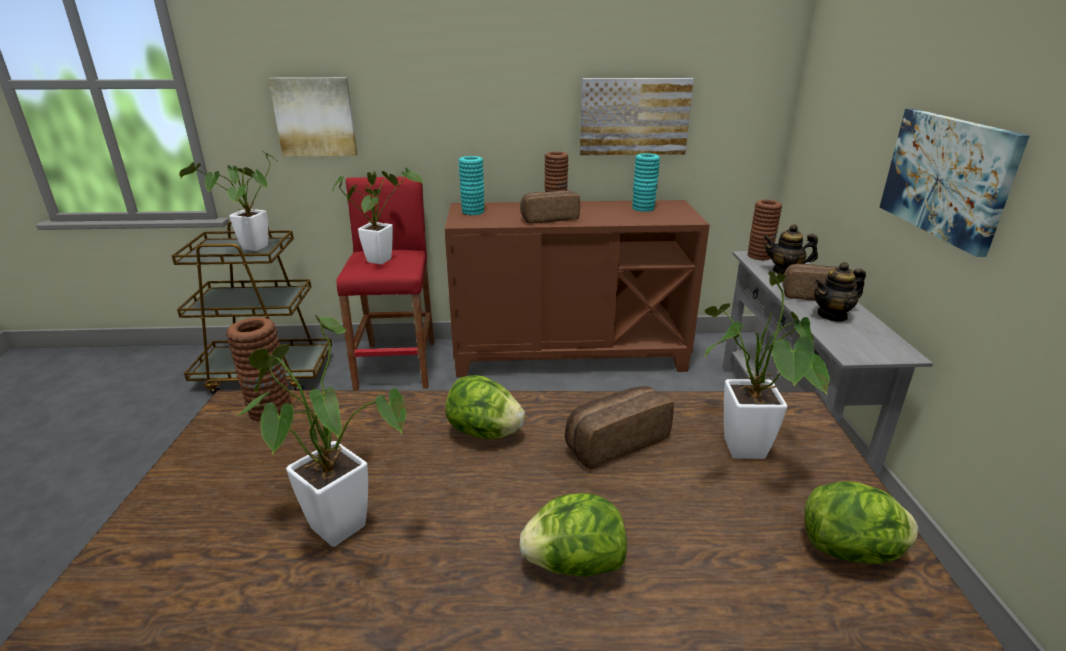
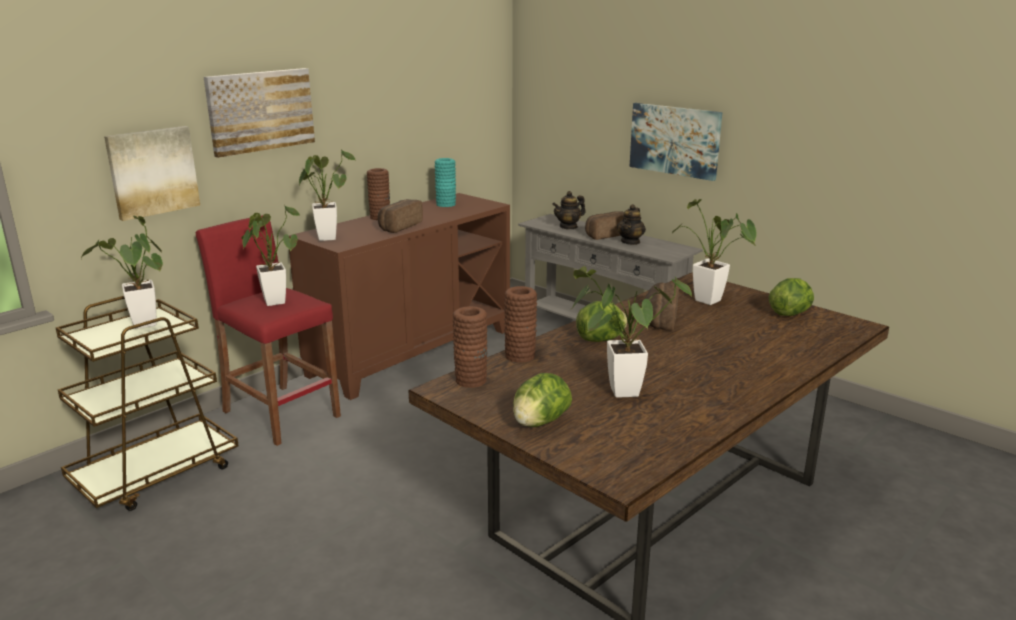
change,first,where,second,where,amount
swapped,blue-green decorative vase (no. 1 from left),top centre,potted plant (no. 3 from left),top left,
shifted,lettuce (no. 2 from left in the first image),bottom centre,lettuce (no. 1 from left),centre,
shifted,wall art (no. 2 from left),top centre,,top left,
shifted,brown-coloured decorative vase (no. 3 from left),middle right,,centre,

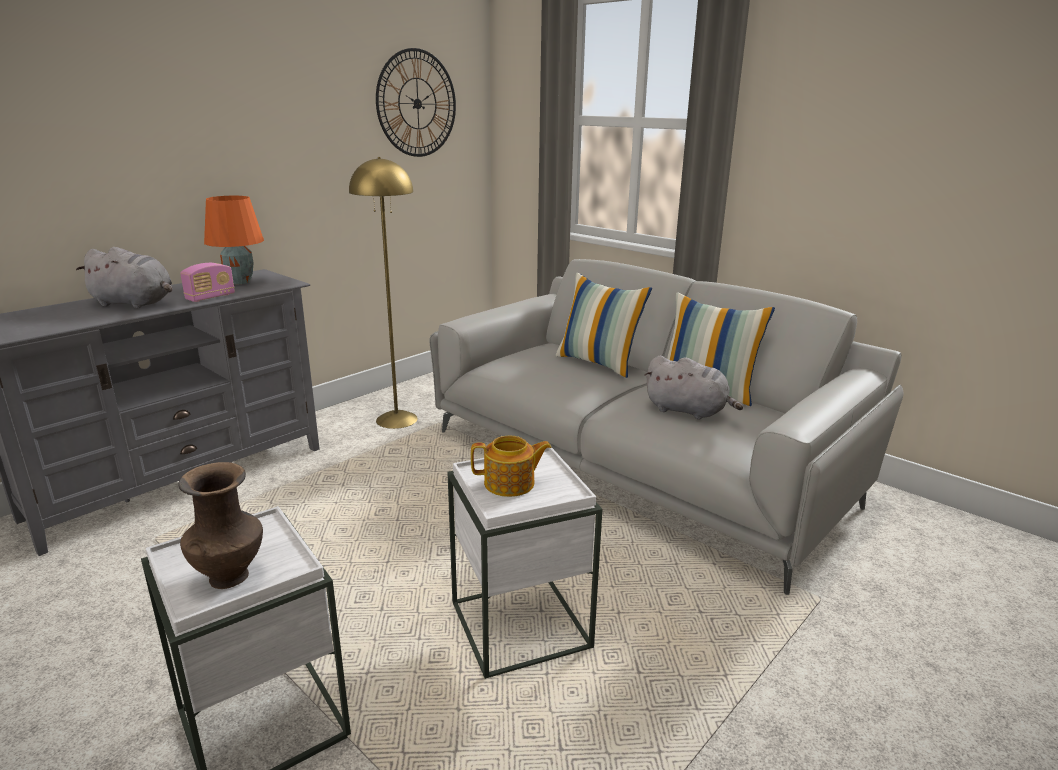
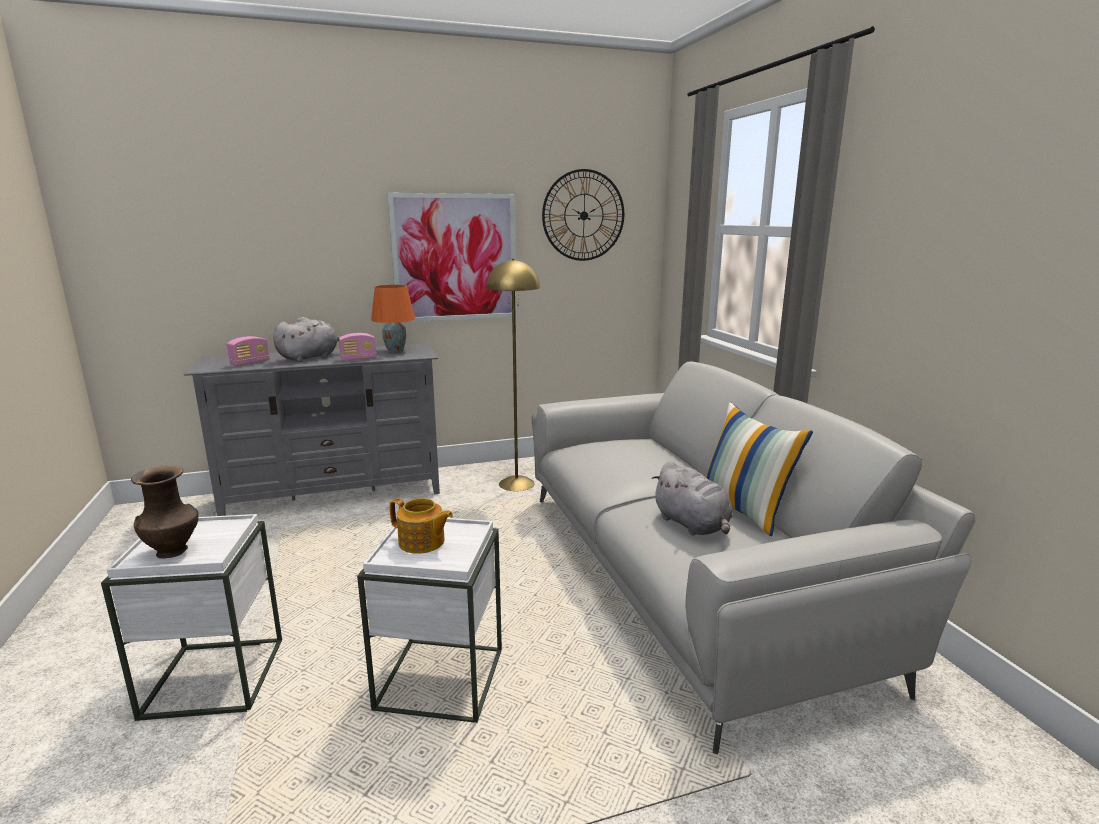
change,first,where,second,where,amount
rotated,grey plush toy (no. 1 from left),middle left,,middle left,90 degrees counterclockwise
gone,cushion (no. 1 from left),centre,,,
new,,,radio set (no. 1 from left),middle left,
new,,,wall art,top centre,

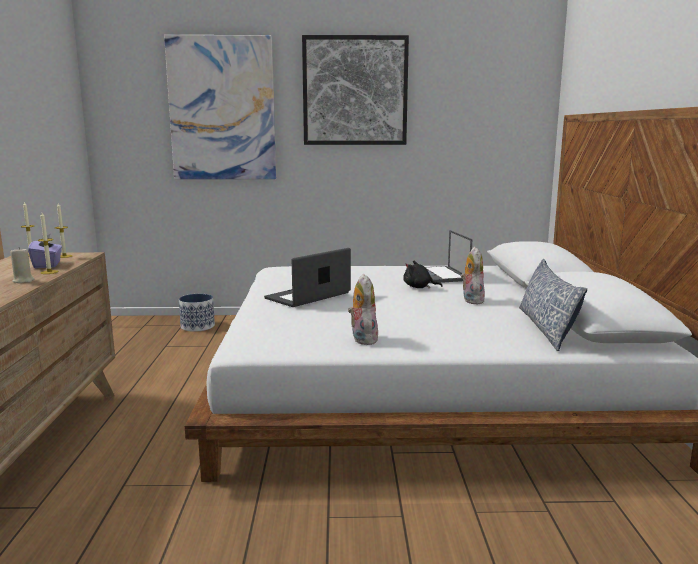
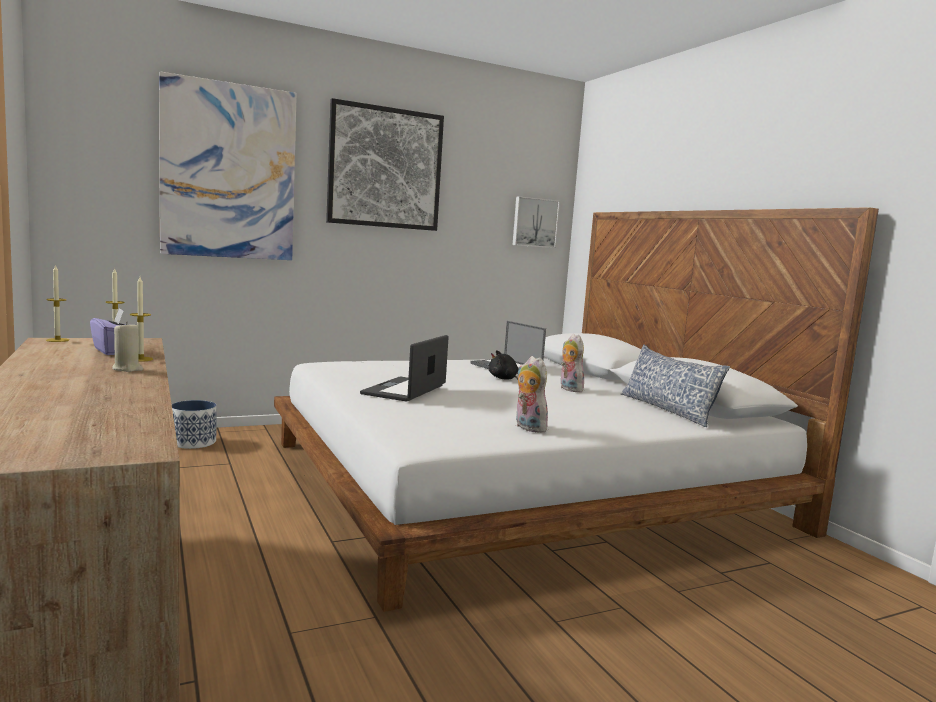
change,first,where,second,where,amount
new,,,wall art (no. 3 from left),top centre,

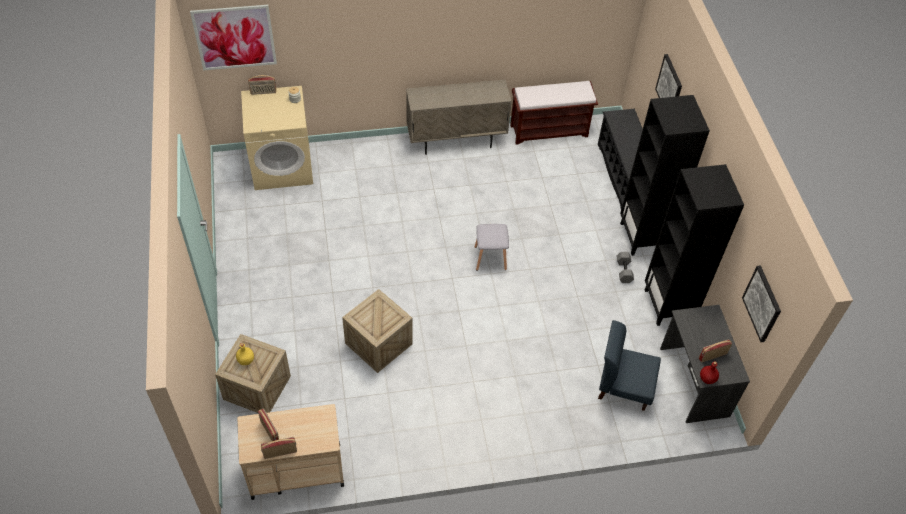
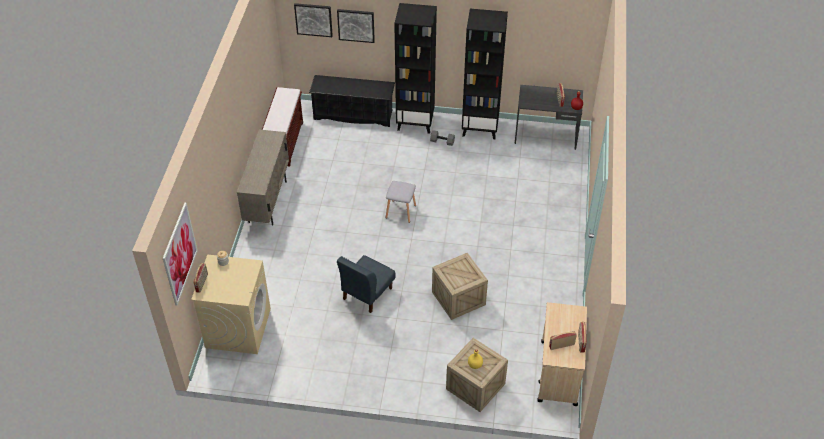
change,first,where,second,where,amount
shifted,blue-coloured upright chair,bottom right,,centre,
shifted,wall art (no. 3 from left in the first image),middle right,wall art (no. 2 from left),top centre,

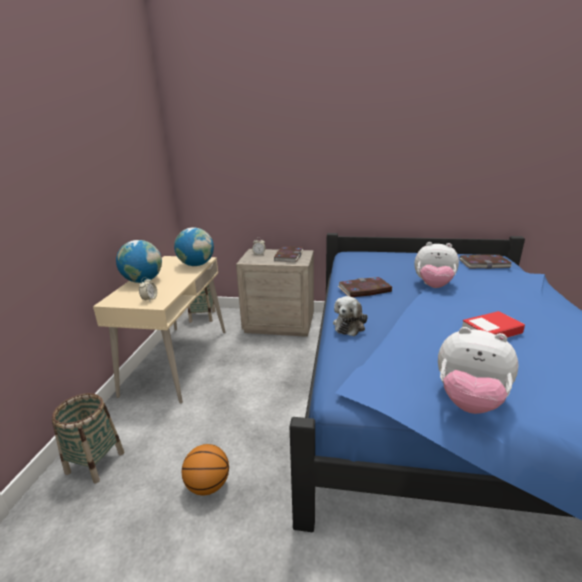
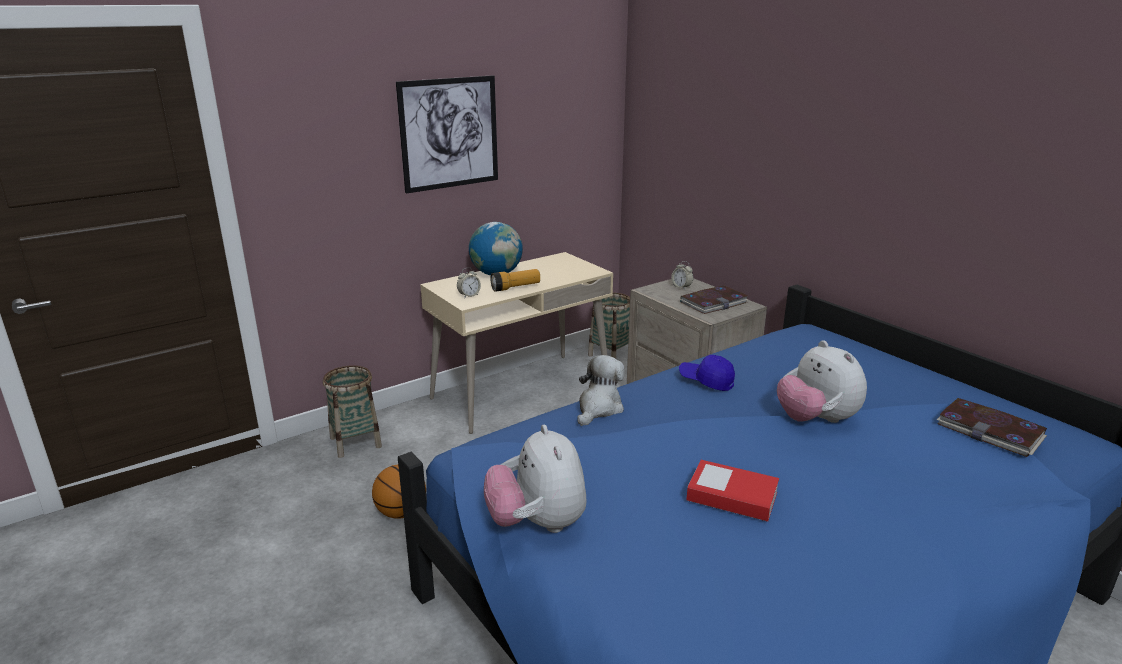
change,first,where,second,where,amount
gone,desk globe (no. 2 from left),centre,,,
rotated,plush toy (no. 1 from left in the first image),centre,plush toy (no. 2 from left),centre,135 degrees clockwise
swapped,bound book (no. 2 from left),centre,blue-coloured baseball cap,centre,
new,,,wall art,top centre,
new,,,torch,centre,

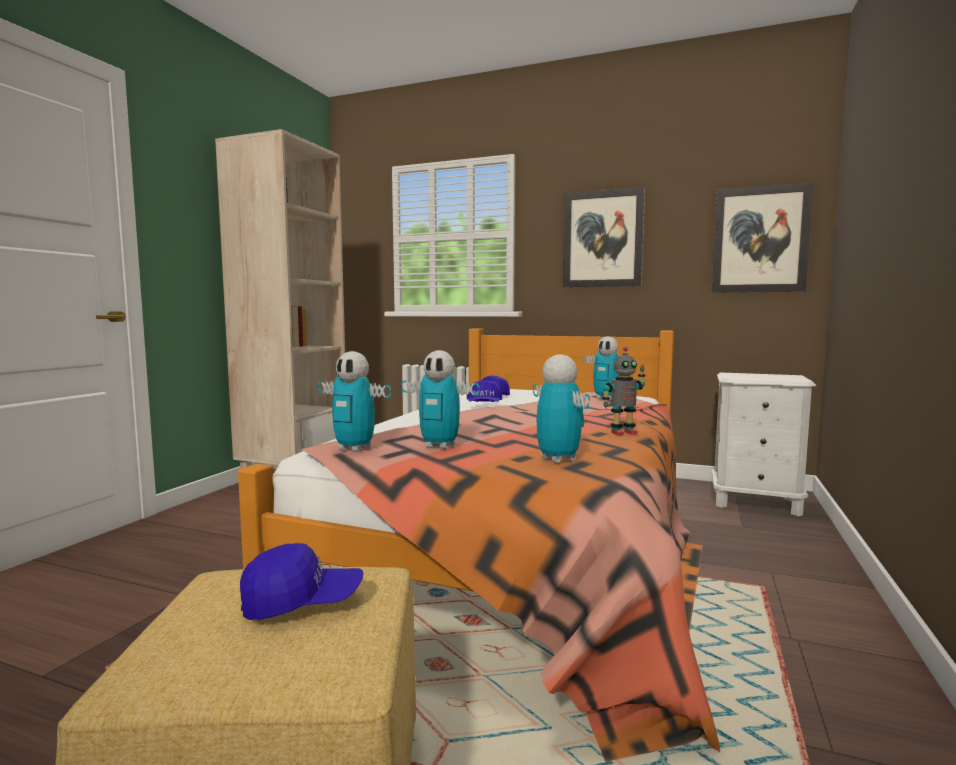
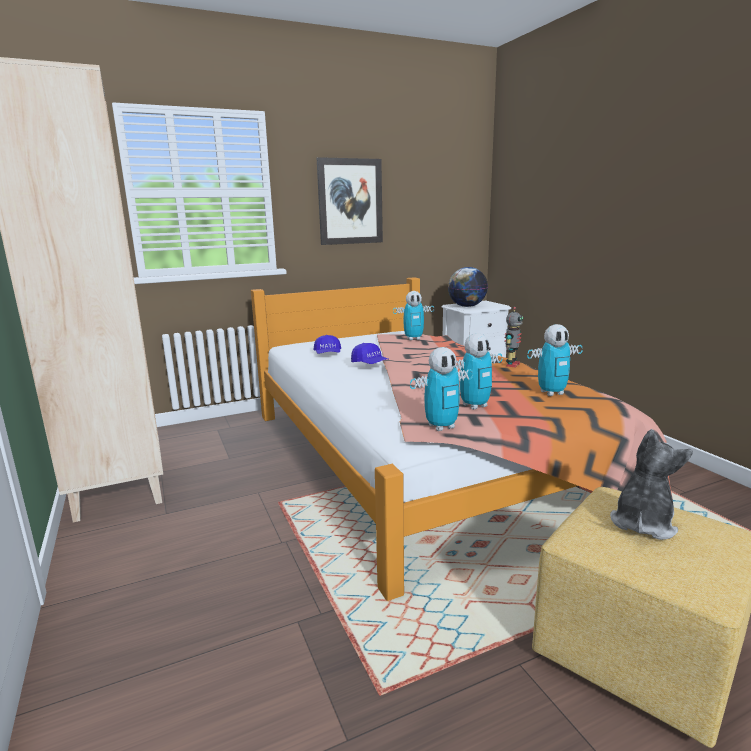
change,first,where,second,where,amount
swapped,blue-coloured baseball cap (no. 1 from left),bottom left,plush toy,middle right,
rotated,toy robot (no. 3 from left in the first image),centre,toy robot (no. 5 from left),middle right,150 degrees clockwise
gone,wall art (no. 2 from left),top right,,,
new,,,desk globe,centre,

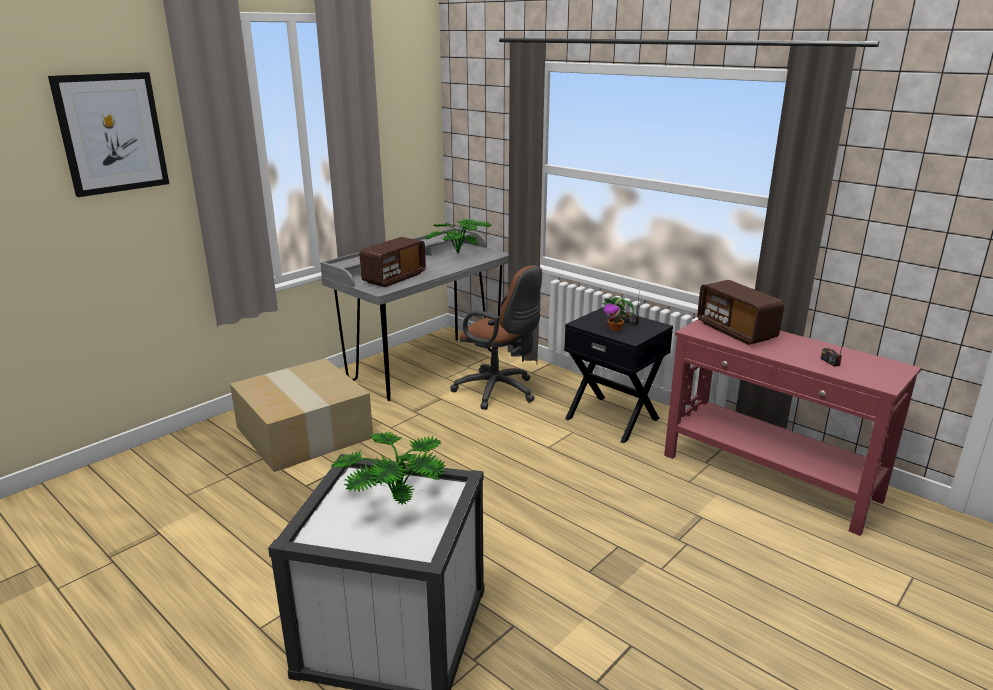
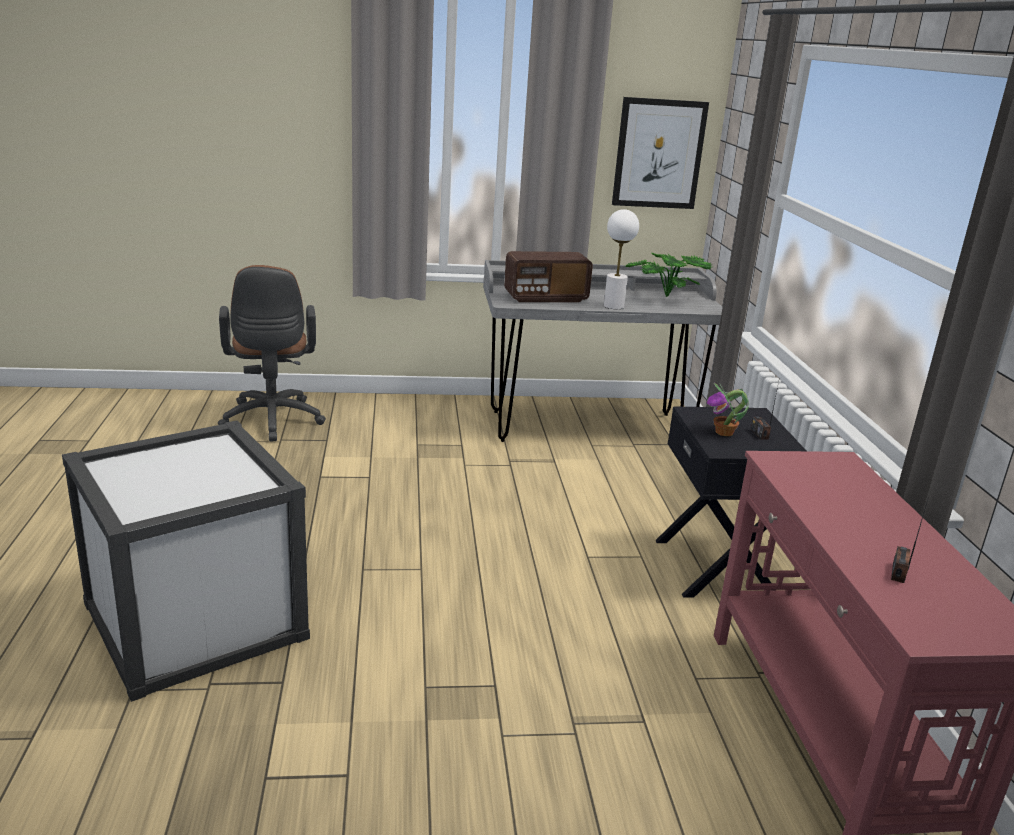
change,first,where,second,where,amount
shifted,wall art,top left,,top centre,
gone,cardboard box,middle left,,,
gone,potted plant (no. 1 from left),bottom centre,,,
shifted,brown-coloured office chair,centre,,middle left,
gone,radio set (no. 3 from left),middle right,,,
new,,,white-coloured table lamp,top centre,

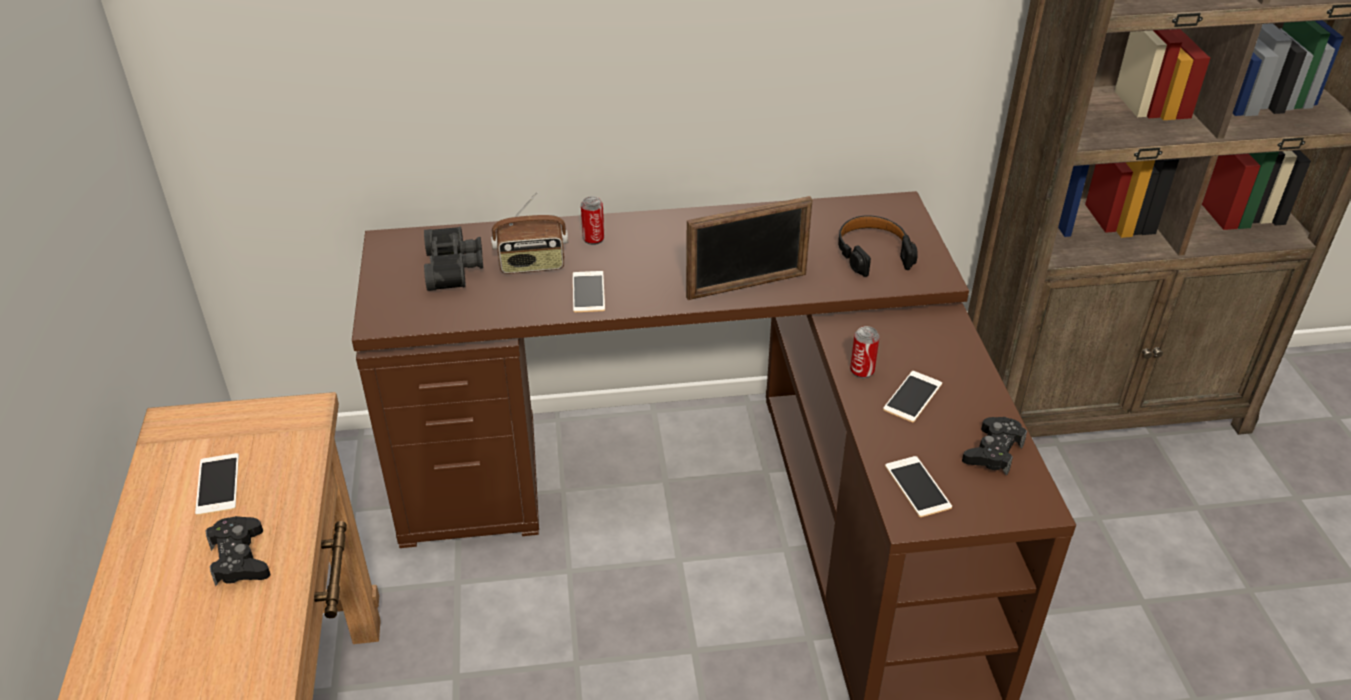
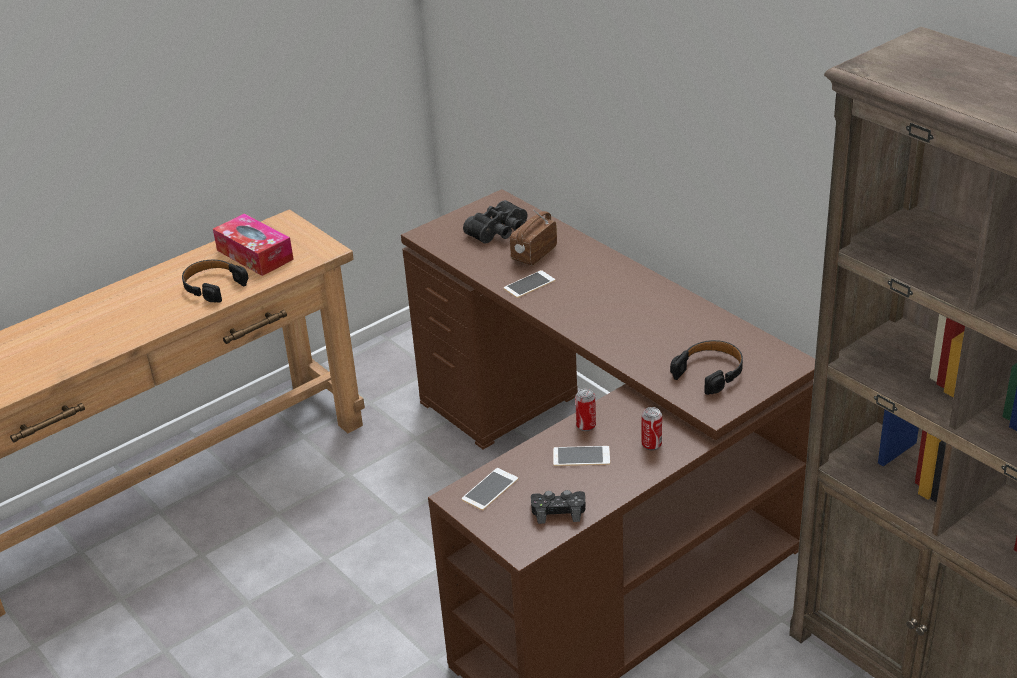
change,first,where,second,where,amount
swapped,telephone (no. 1 from left),bottom left,box of tissues,middle left,
swapped,blackish gamepad (no. 1 from left),bottom left,blackish pair of headphones (no. 1 from left),middle left,
rotated,radio set,top centre,,centre,75 degrees clockwise
shifted,metal can (no. 1 from left in the first image),top centre,metal can (no. 2 from left),centre,
gone,picture frame,centre,,,

